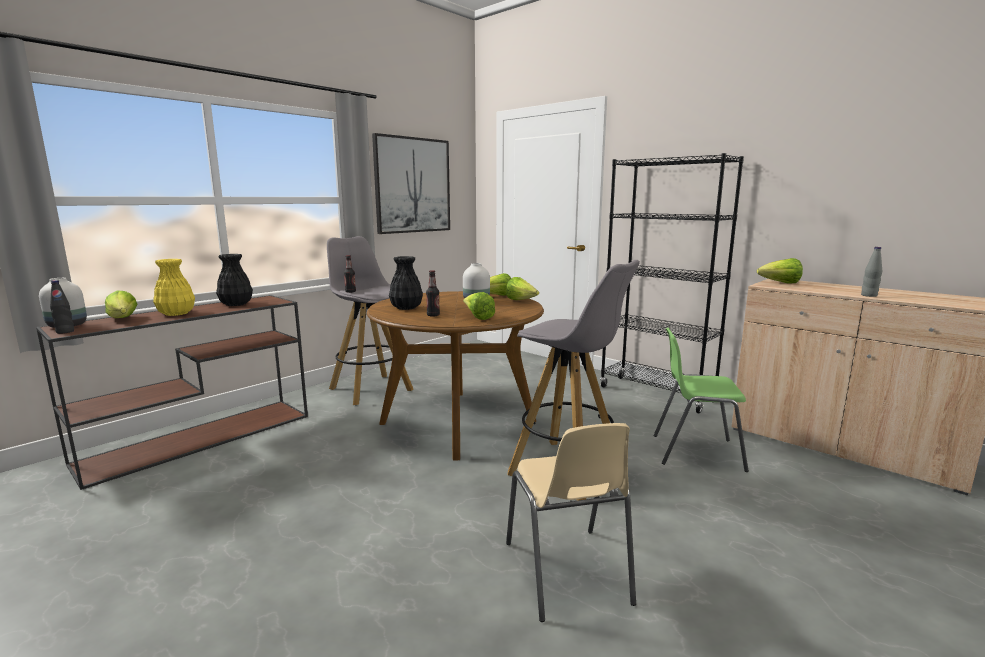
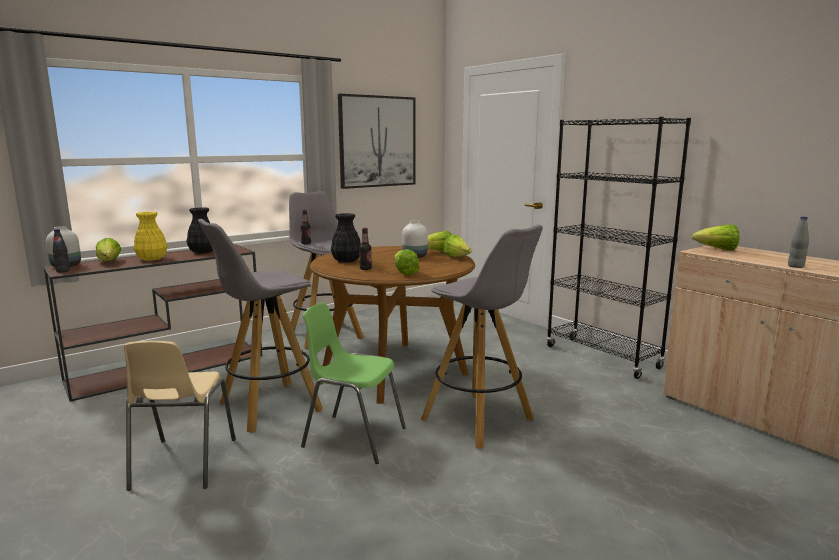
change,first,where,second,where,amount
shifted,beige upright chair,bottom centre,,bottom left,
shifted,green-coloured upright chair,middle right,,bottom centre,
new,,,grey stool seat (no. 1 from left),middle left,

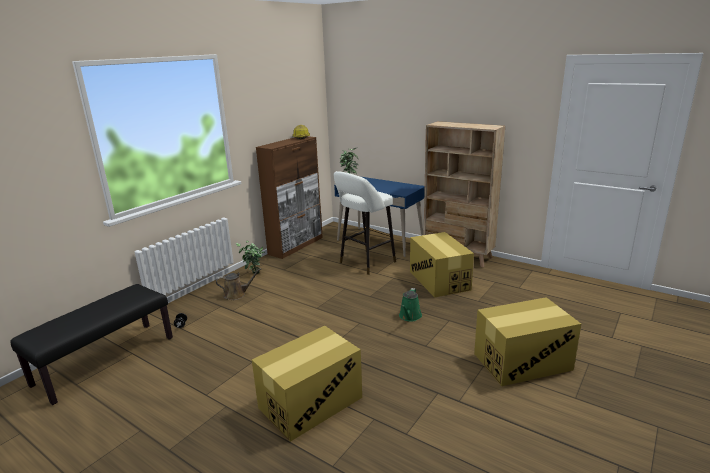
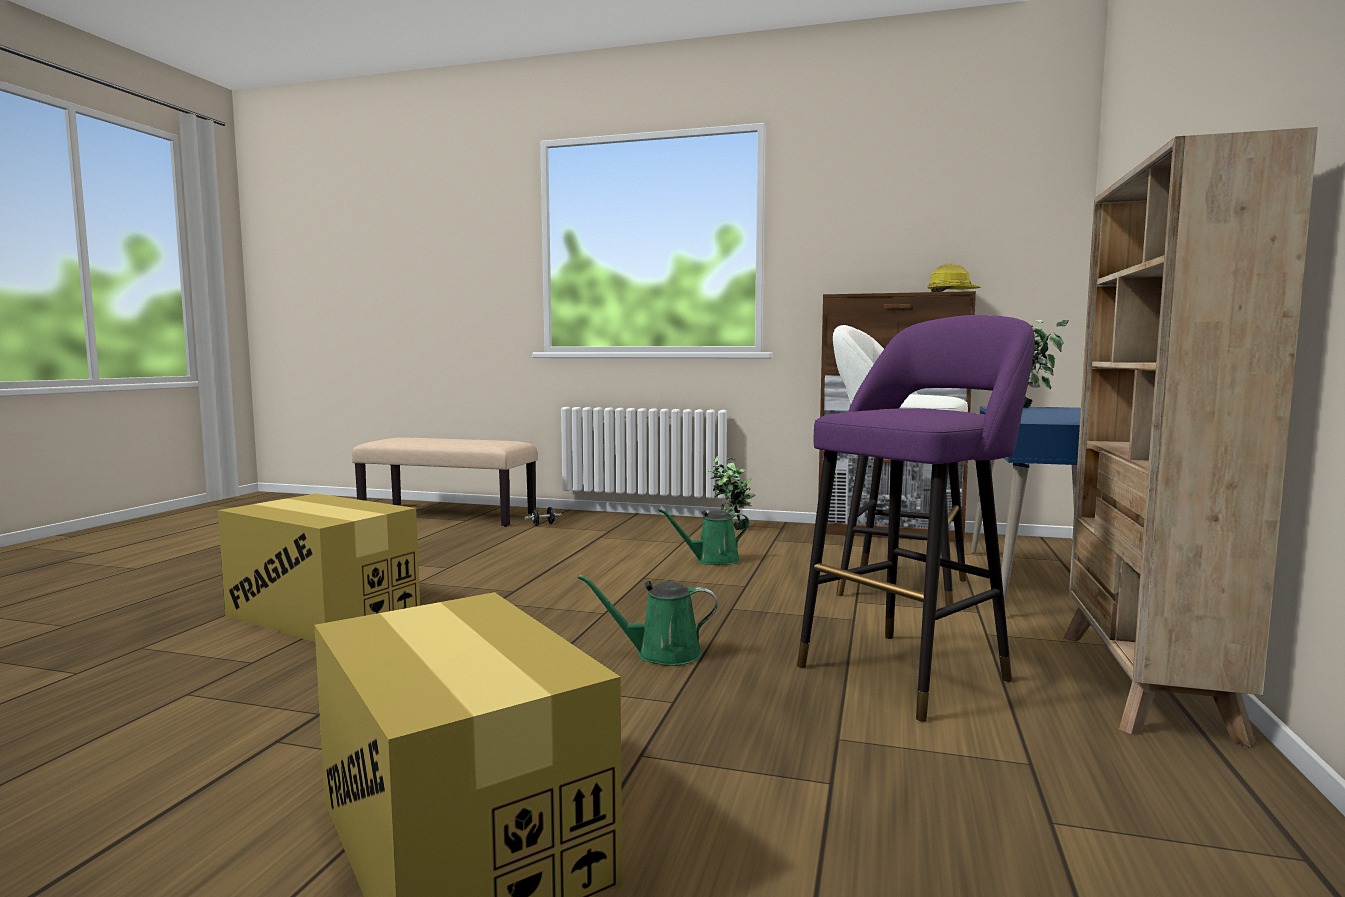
change,first,where,second,where,amount
repainted,blackish indoor bench,bottom left,beige indoor bench,middle left,
gone,brown-coloured watering can,centre,,,
swapped,cardboard box (no. 2 from left),centre,purple stool seat,middle right,
new,,,green-coloured watering can (no. 2 from left),centre,

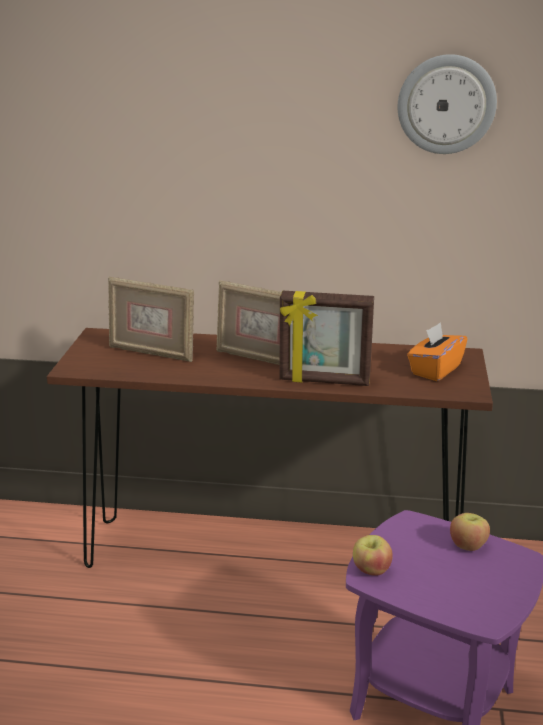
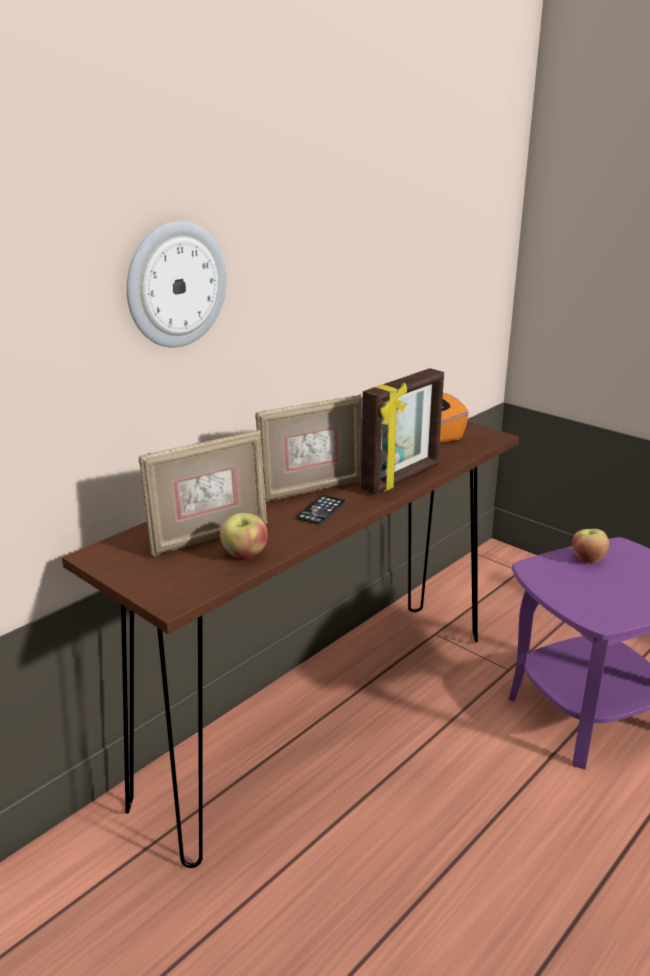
change,first,where,second,where,amount
shifted,apple (no. 1 from left),bottom right,,centre,
shifted,clock on the wall,top right,,top left,
new,,,telephone,centre,

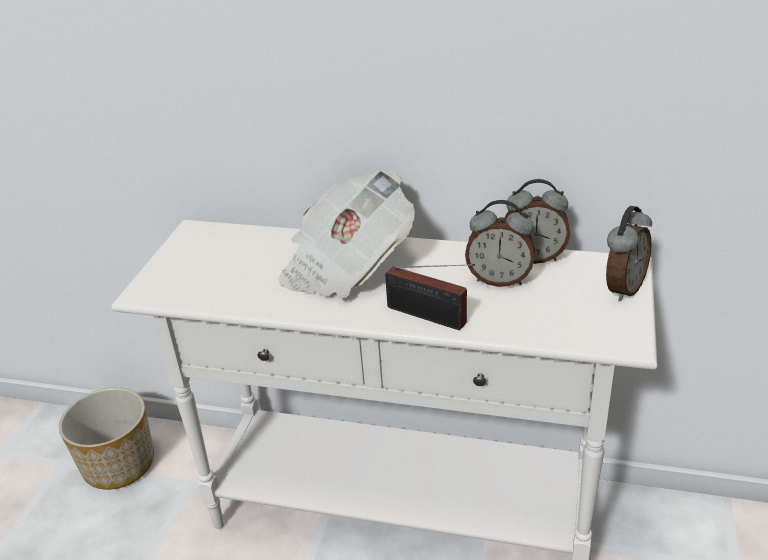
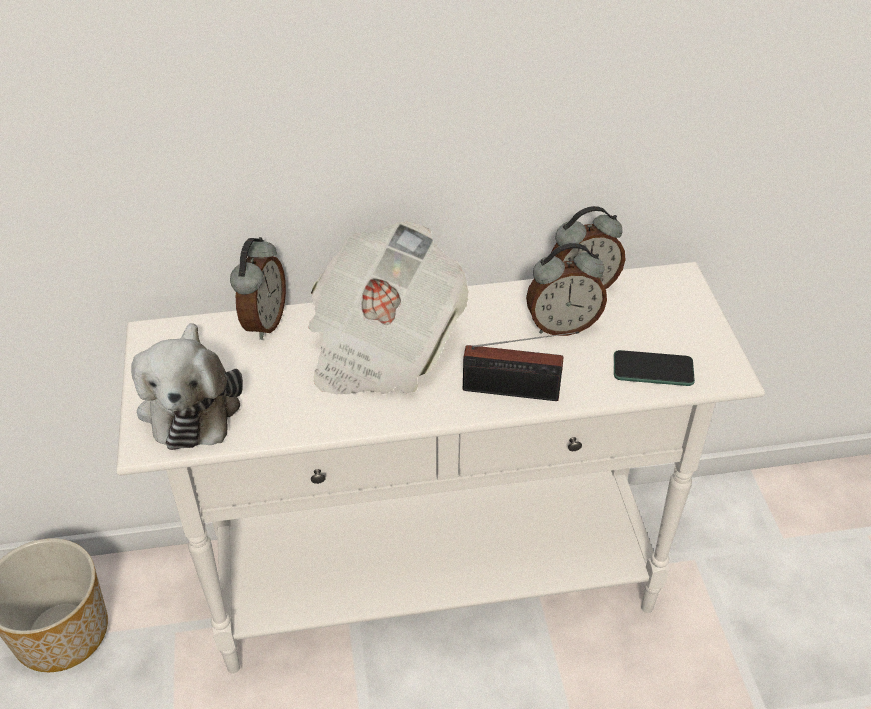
change,first,where,second,where,amount
shifted,table clock (no. 3 from left in the first image),middle right,table clock (no. 1 from left),middle left,
new,,,plush toy,middle left,
new,,,telephone,middle right,

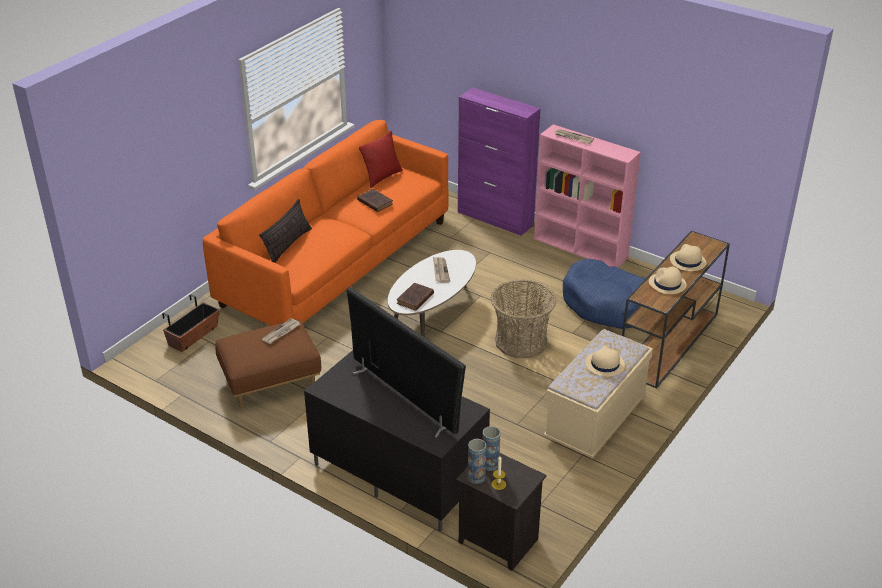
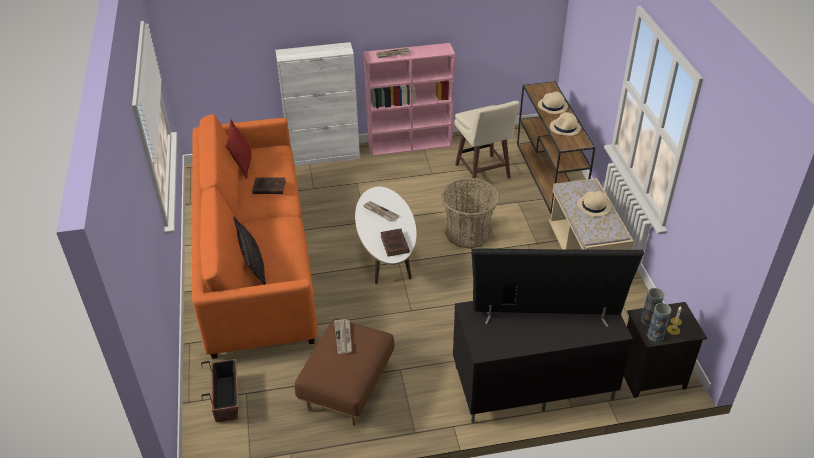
change,first,where,second,where,amount
repainted,purple cupboard,top centre,white-coloured cupboard,top centre,
swapped,blue-coloured pet bed,middle right,beige stool seat,top centre,

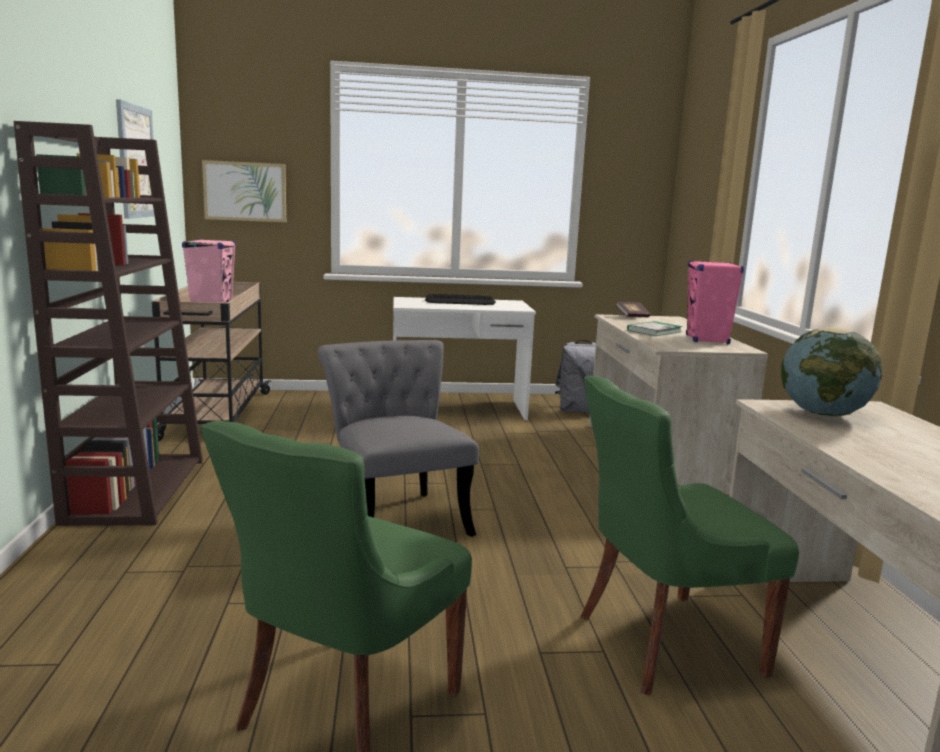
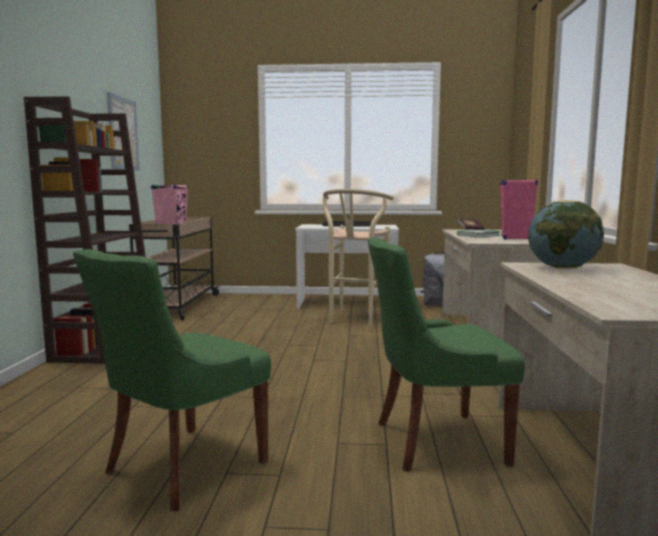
change,first,where,second,where,amount
gone,wall art (no. 2 from left),top left,,,
gone,grey upright chair,centre,,,
new,,,beige stool seat,centre,

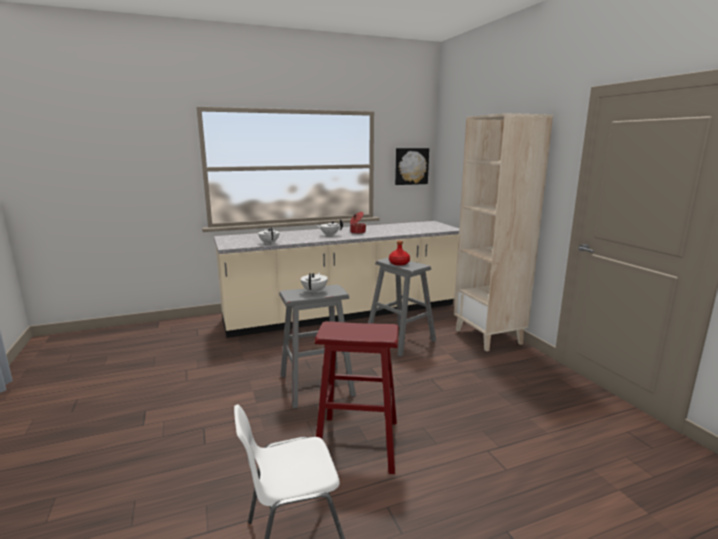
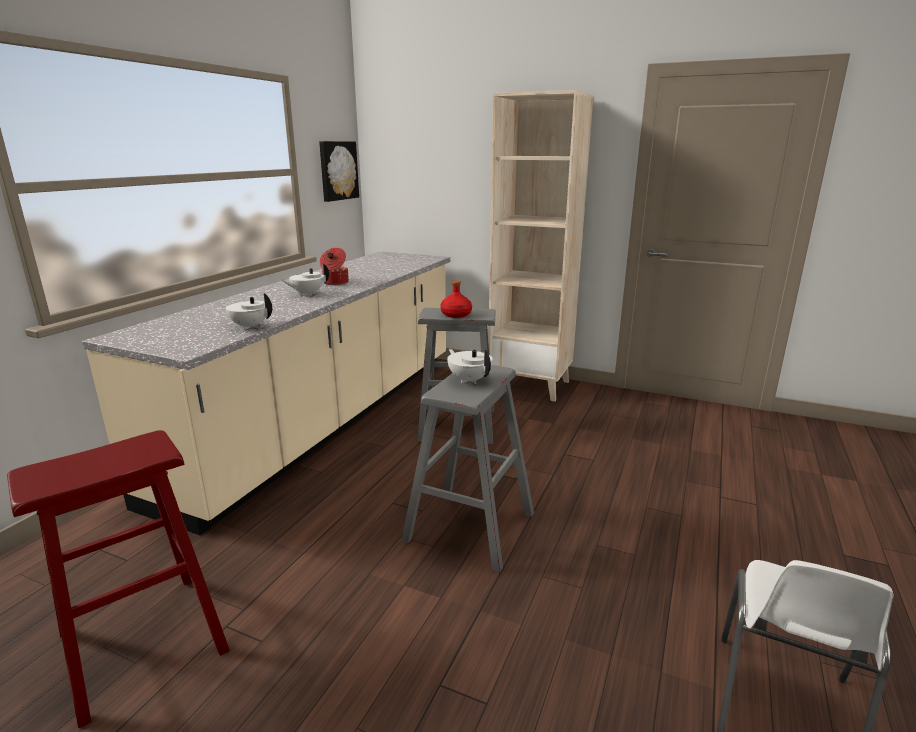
change,first,where,second,where,amount
shifted,reddish stool seat,bottom centre,,bottom left,

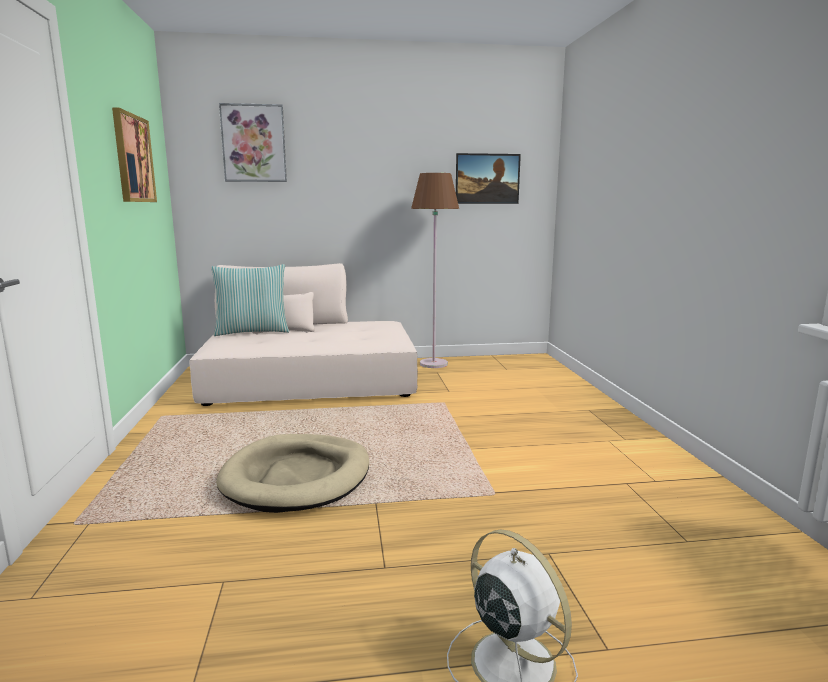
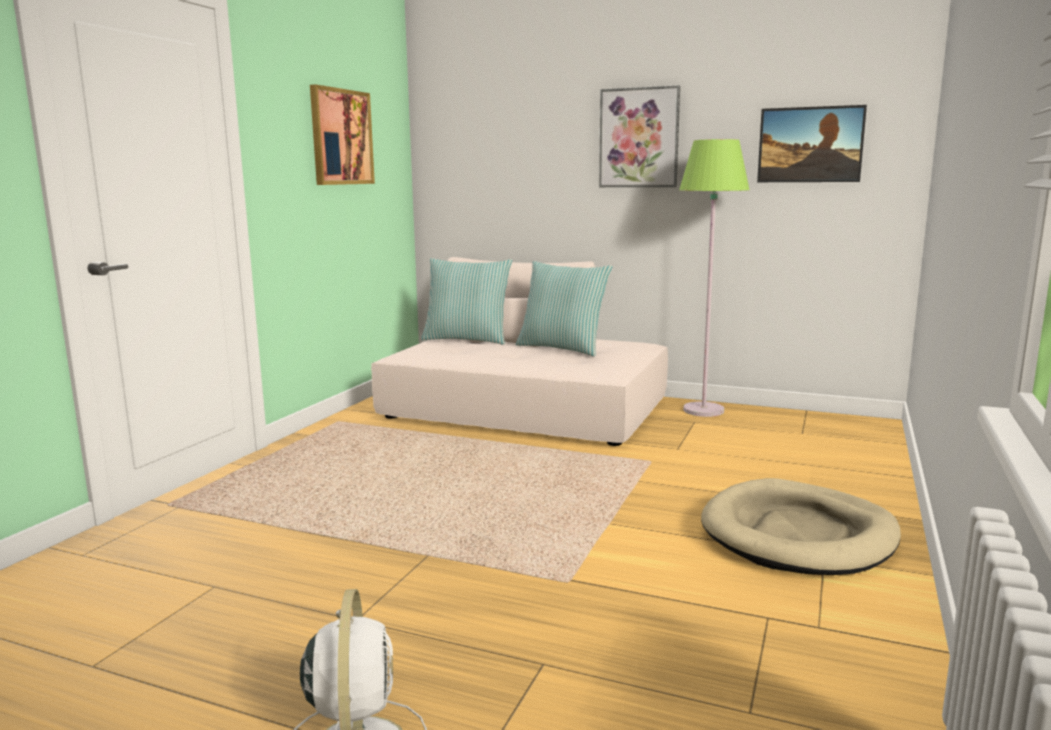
change,first,where,second,where,amount
shifted,beige pet bed,bottom centre,,bottom right,
shifted,wall art (no. 2 from left),top left,,top centre,
repainted,brown-coloured standard lamp,centre,green-coloured standard lamp,middle right,
new,,,cushion (no. 2 from left),centre,

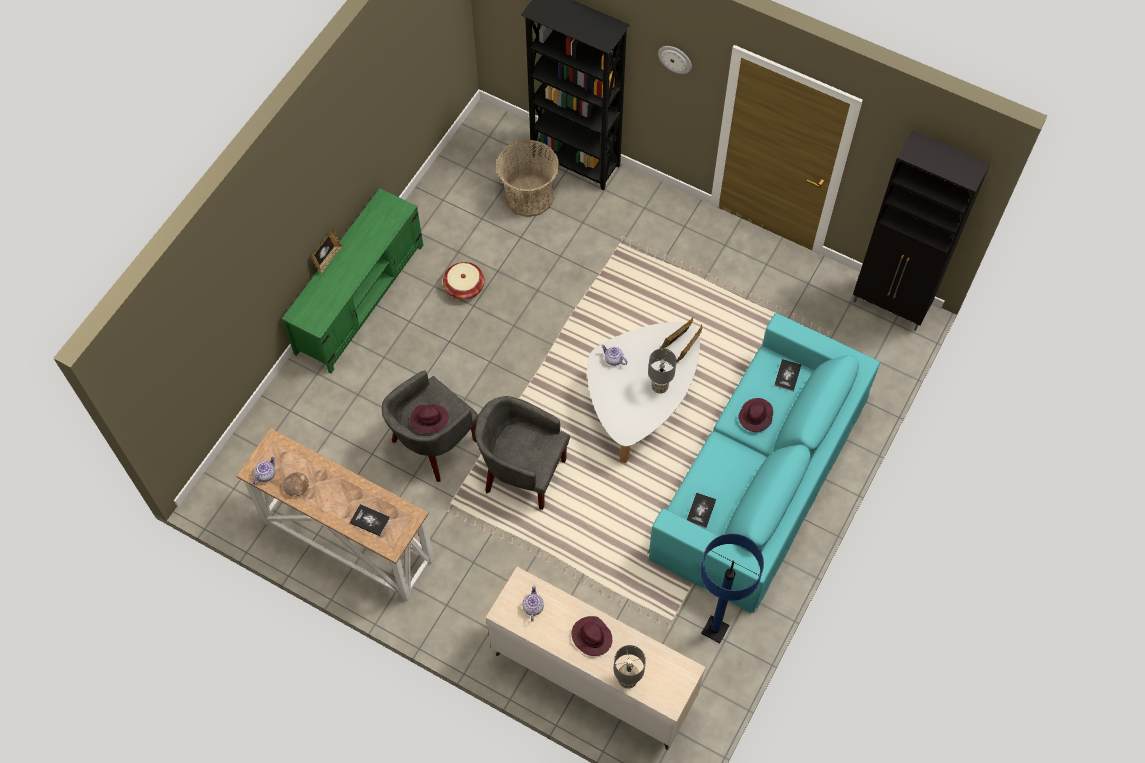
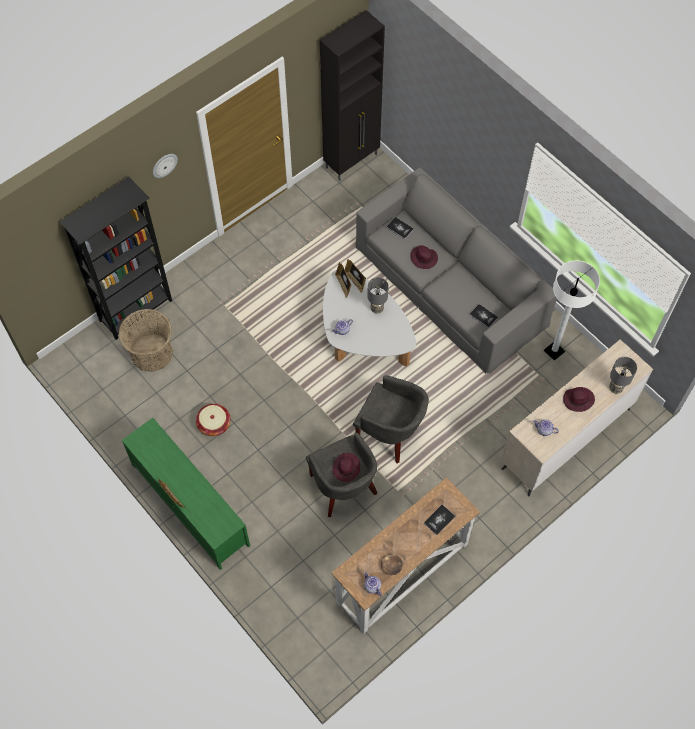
change,first,where,second,where,amount
rotated,grey easy chair (no. 2 from left),centre,,centre,105 degrees counterclockwise
repainted,blue-green sofa,centre,grey sofa,centre,
repainted,blue-coloured standard lamp,bottom centre,white-coloured standard lamp,middle right,

